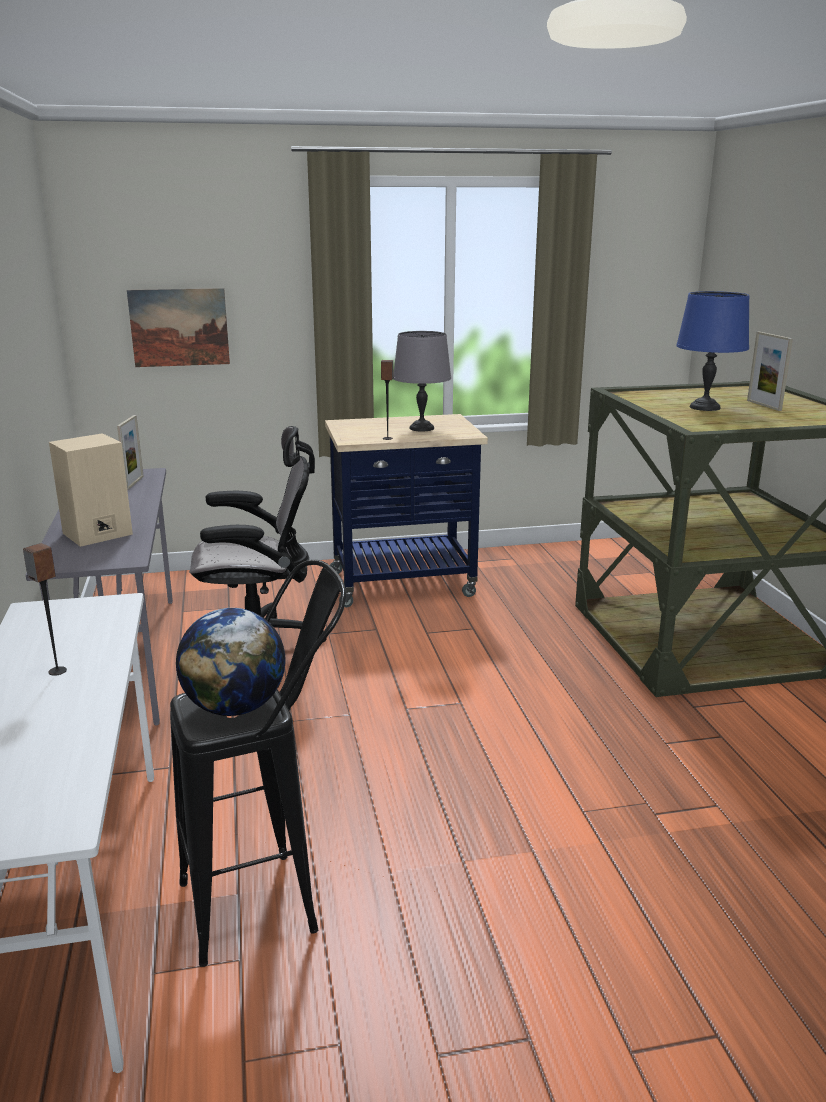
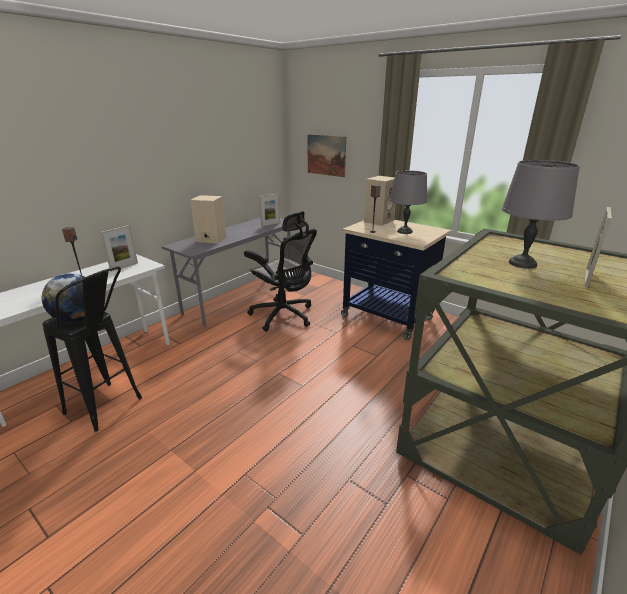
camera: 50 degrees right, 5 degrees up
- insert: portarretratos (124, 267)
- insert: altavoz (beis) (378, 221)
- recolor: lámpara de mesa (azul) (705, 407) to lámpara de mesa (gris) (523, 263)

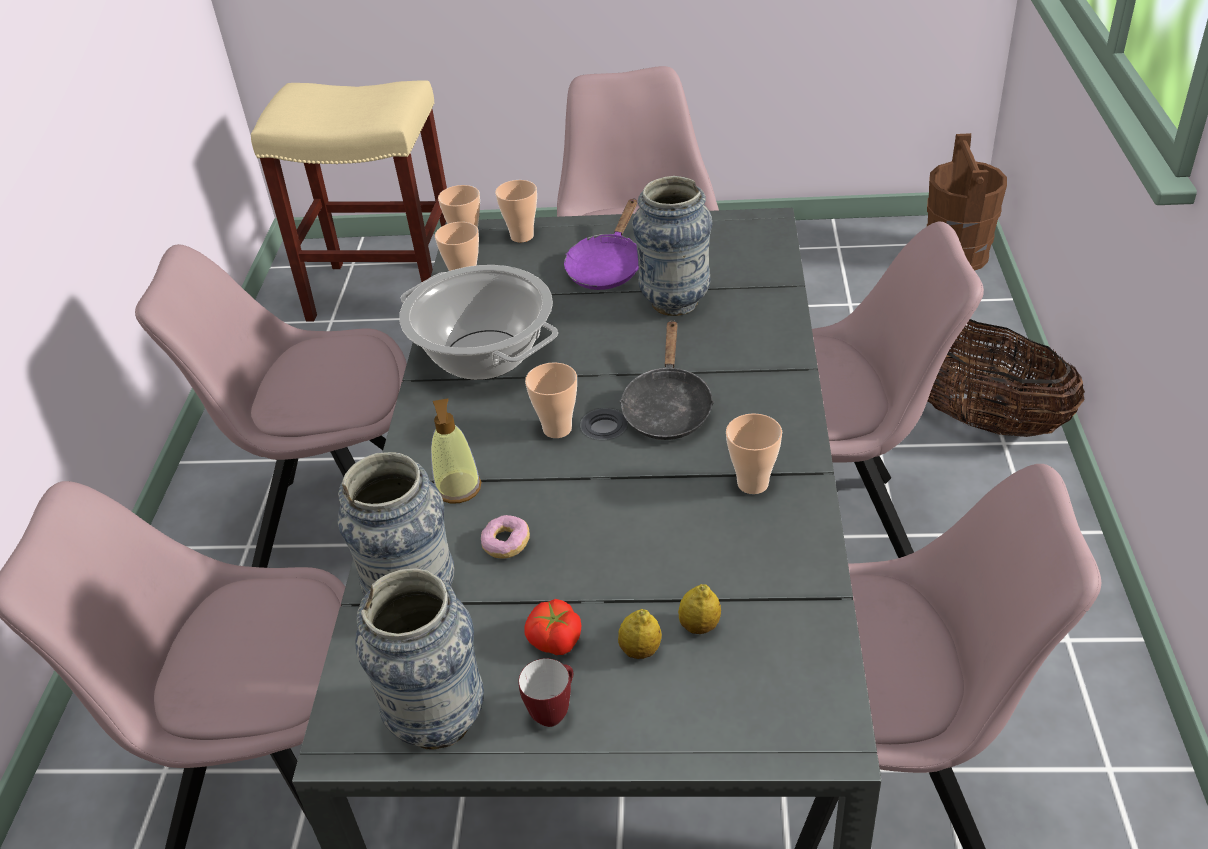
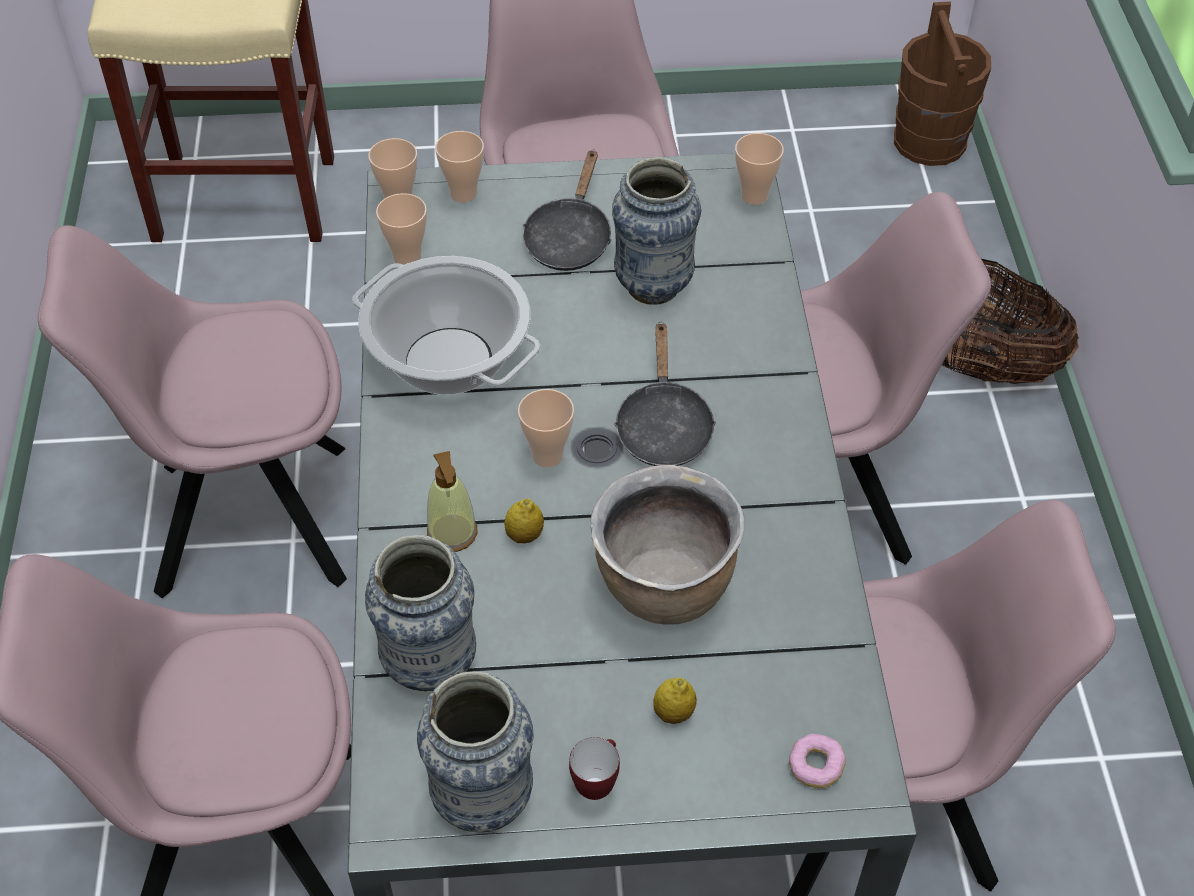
camera: 10 degrees left, 10 degrees up
- delete: tomate (555, 640)
- insert: olla (marrón) (664, 587)
- move: rosquilla (506, 544) to (815, 767)
- move: limón (699, 626) to (524, 535)
- move: taza (753, 483) to (754, 196)
- recolor: sartén (morado) (607, 267) to sartén (negro) (569, 238)

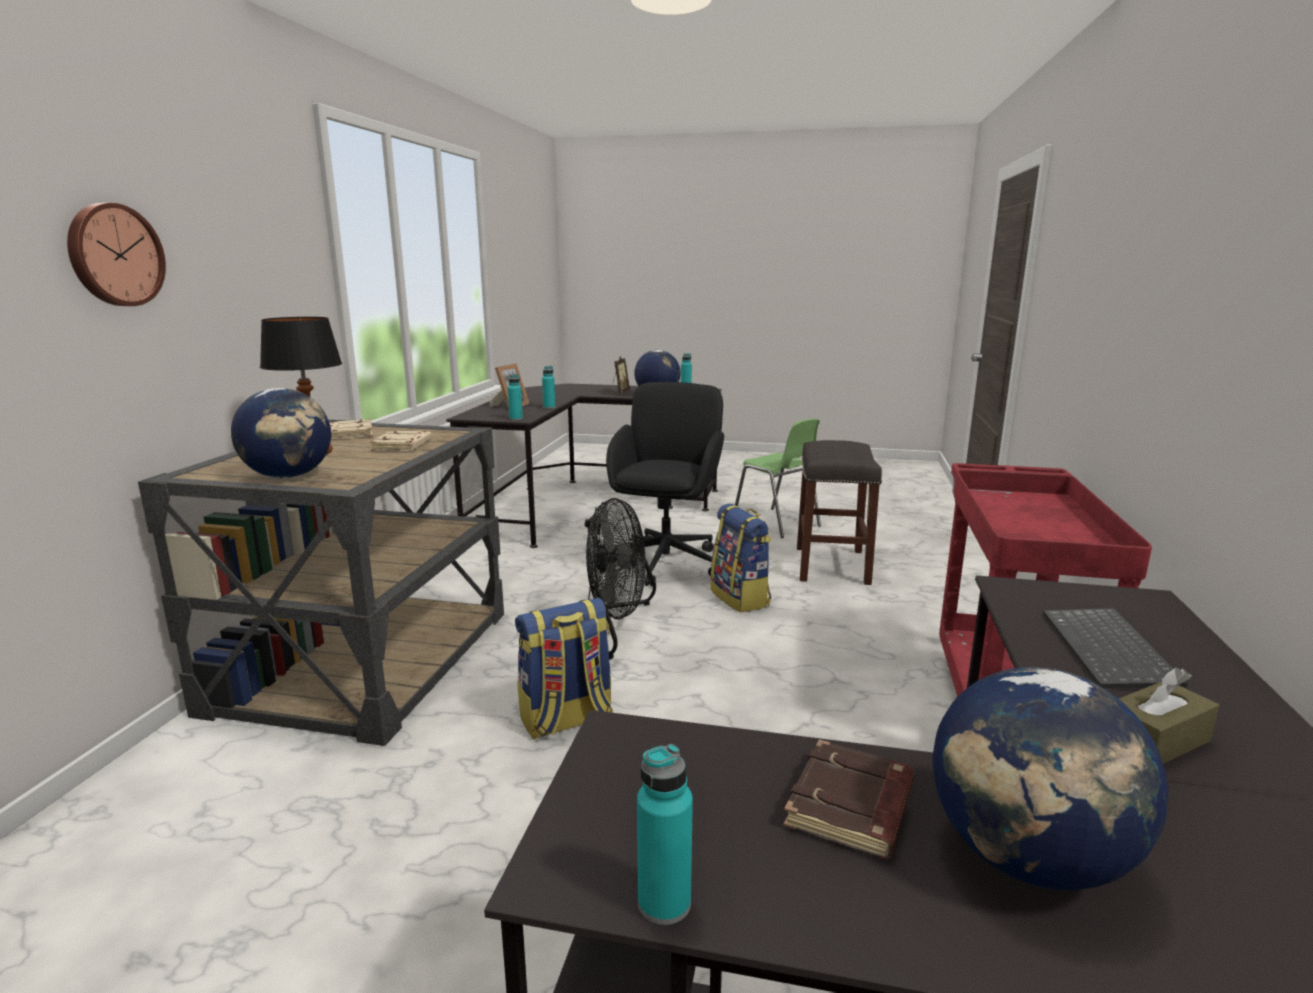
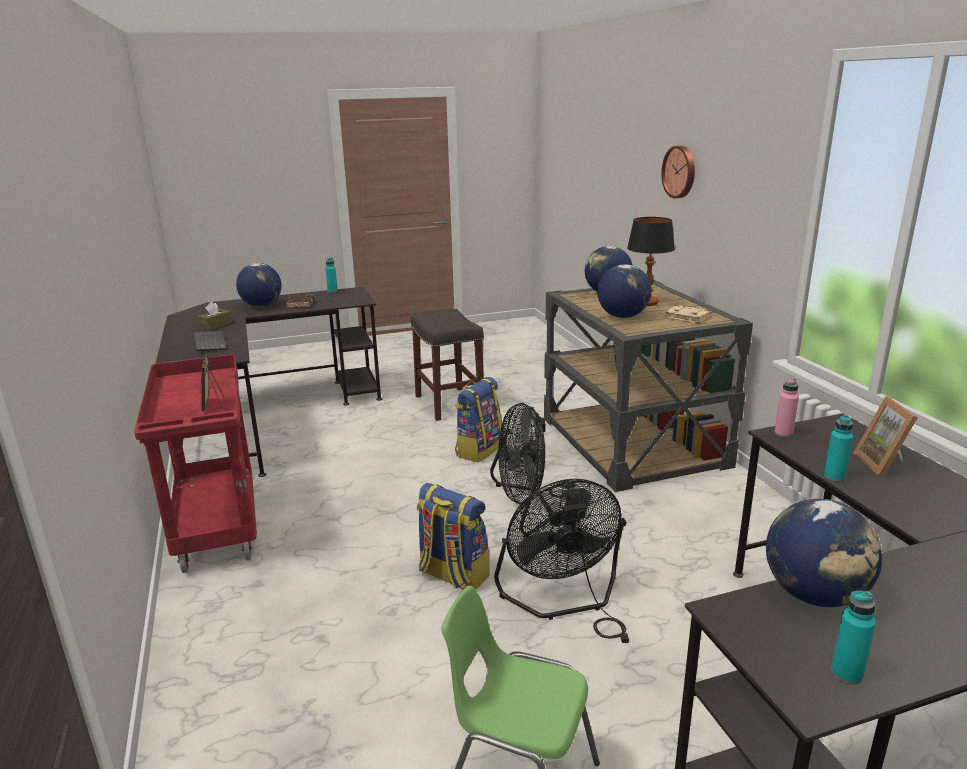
camera: 150 degrees right, 5 degrees up
- move: portarretratos (619, 393) to (213, 405)
- move: taburete (gris) (831, 565) to (450, 404)
- replace: libro (beis) (403, 446) to globo terráqueo (622, 316)
- replace: silla de oficina (negro) (666, 563) to ventilador (negro) (571, 601)
- recolor: botella (turquesa) (516, 419) to botella (rosa) (783, 433)

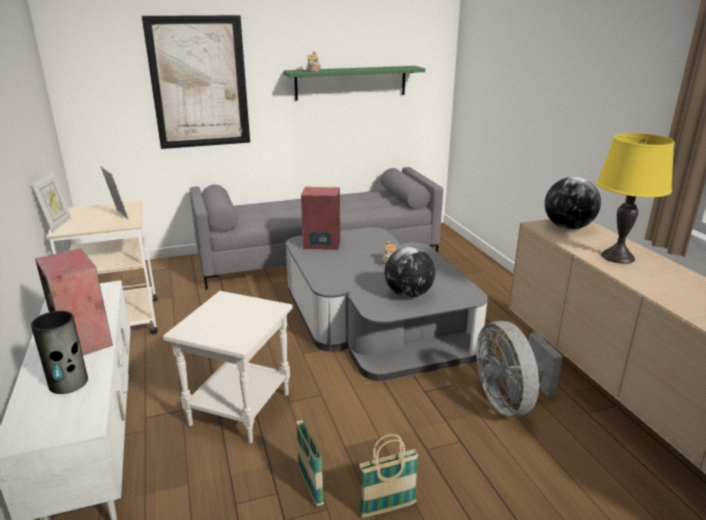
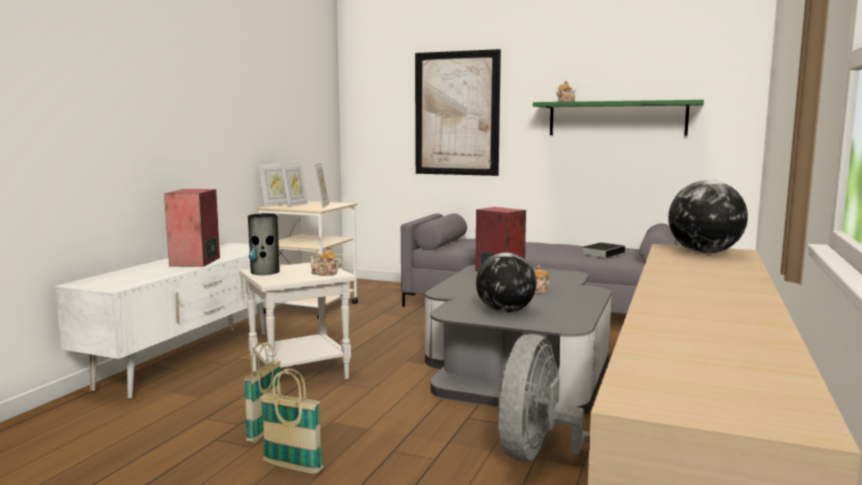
camera: 40 degrees right, 15 degrees down
- delete: lámpara de mesa (amarillo) (617, 257)
- insert: portarretratos (295, 205)
- insert: tetera (324, 273)
- insert: libro (603, 253)
- move: florero (69, 383) to (265, 272)

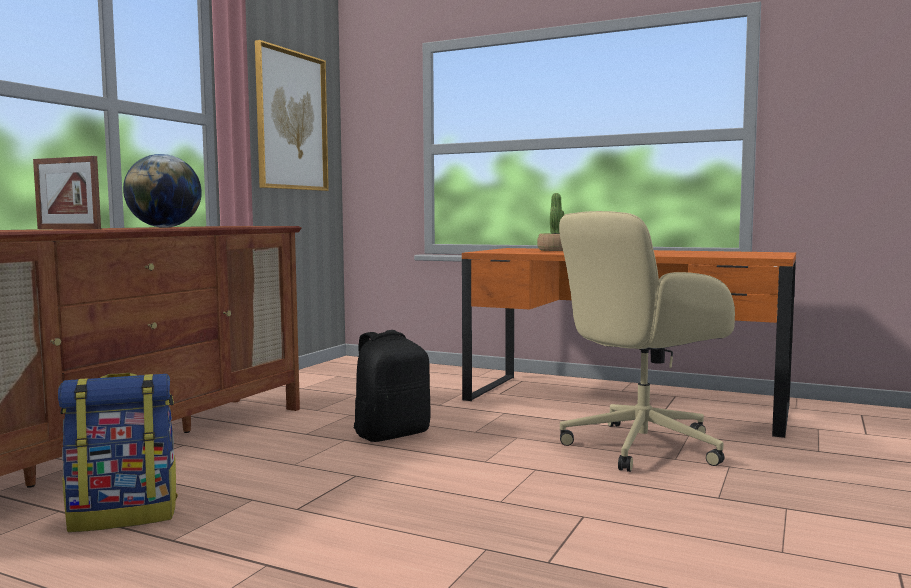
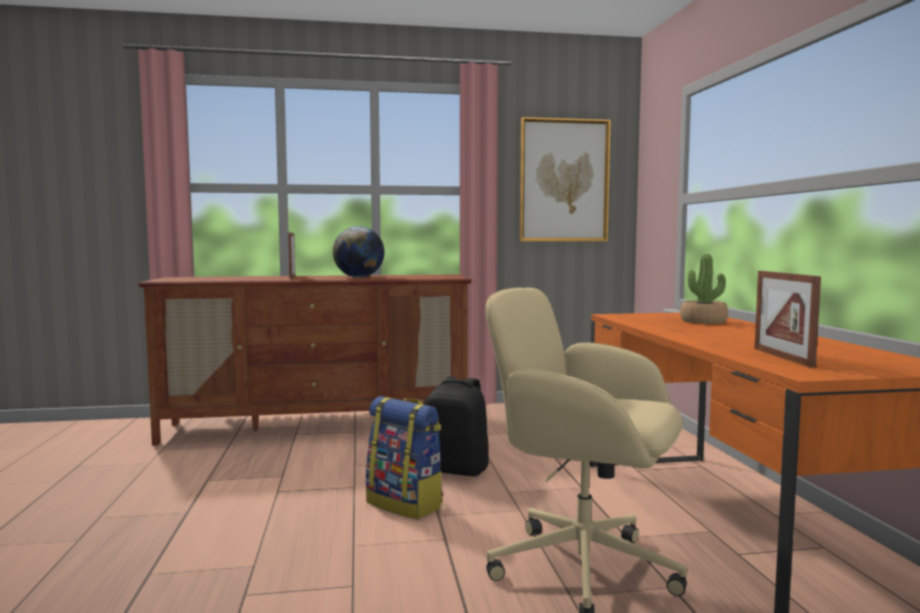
camera: 55 degrees right, 0 degrees up
- insert: portarretratos (782, 357)
- move: mochila (125, 515) to (406, 504)

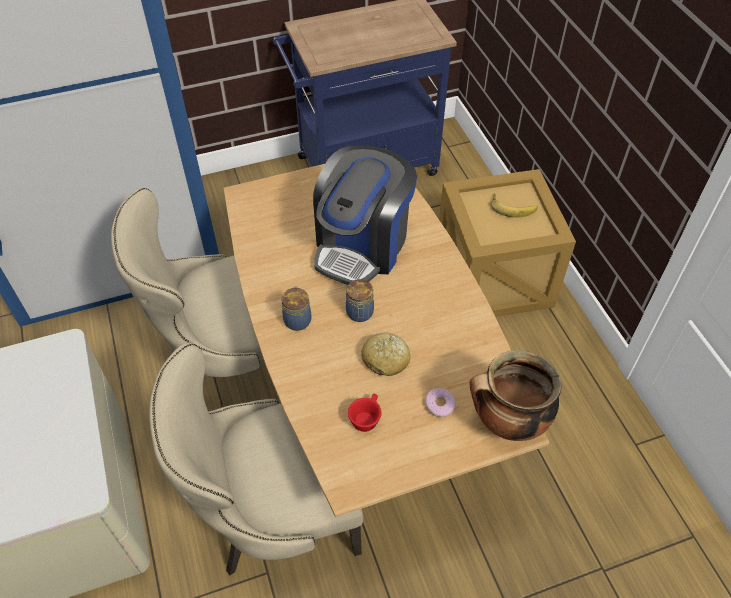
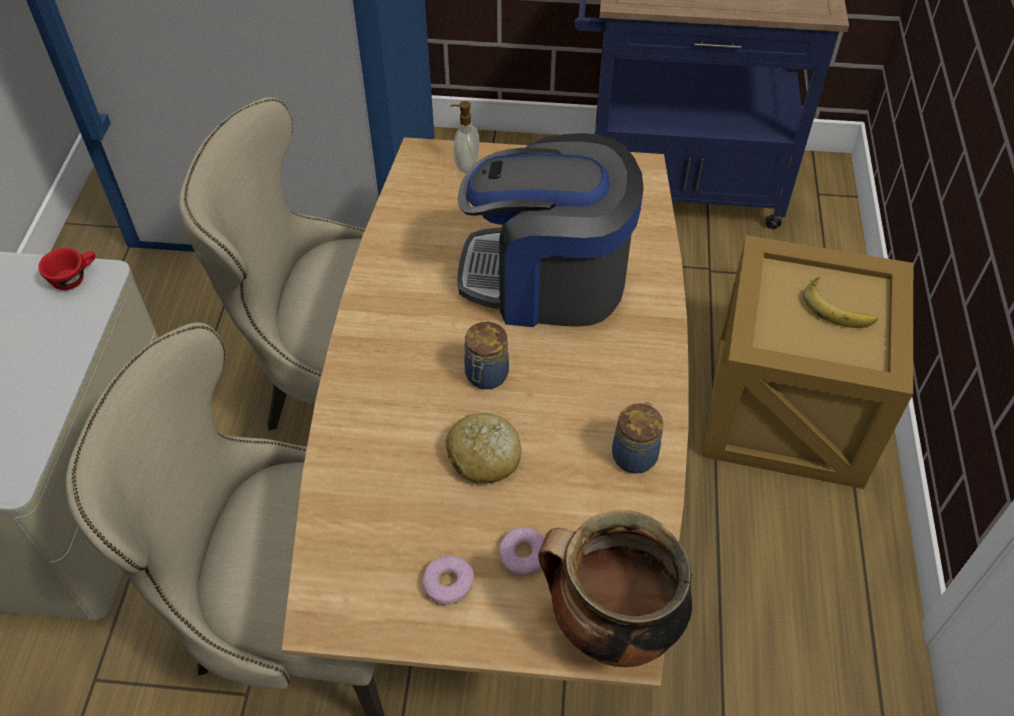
camera: 25 degrees right, 0 degrees up
- insert: rosquilla (448, 583)
- insert: dispensador de jabón (466, 165)
- move: tarro (297, 319) to (635, 454)
- move: taza (rojo) (366, 418) to (74, 277)
- rotate: cafetera (362, 245) = (547, 280) 45 degrees clockwise

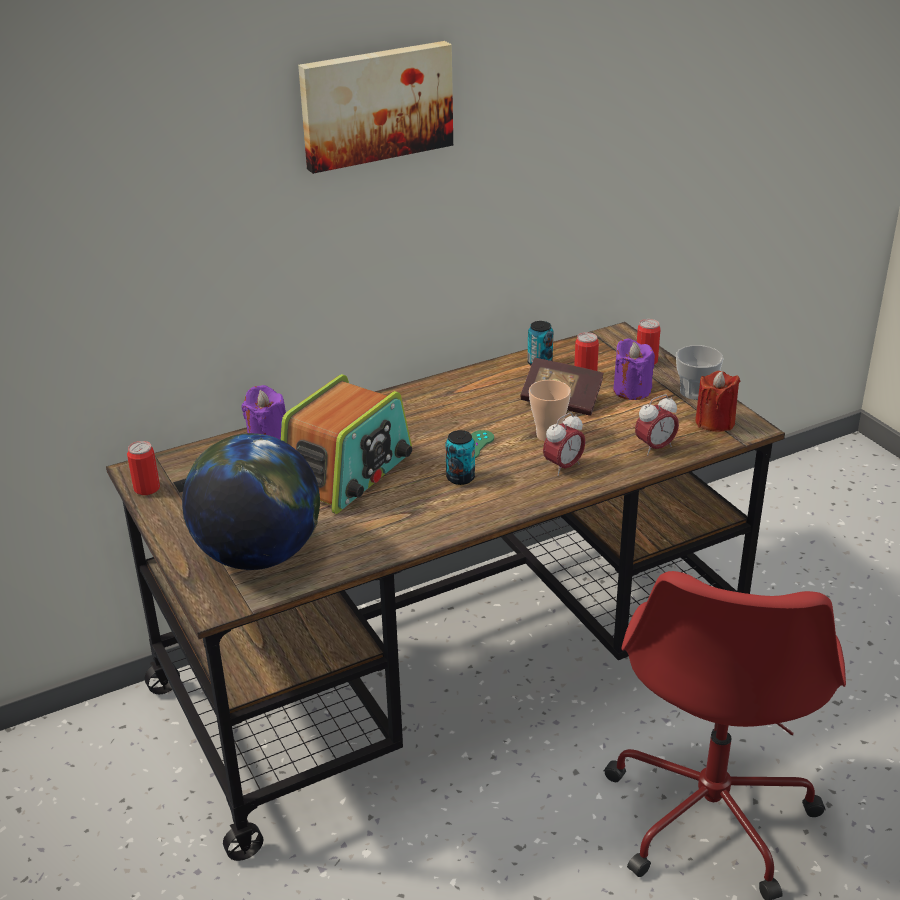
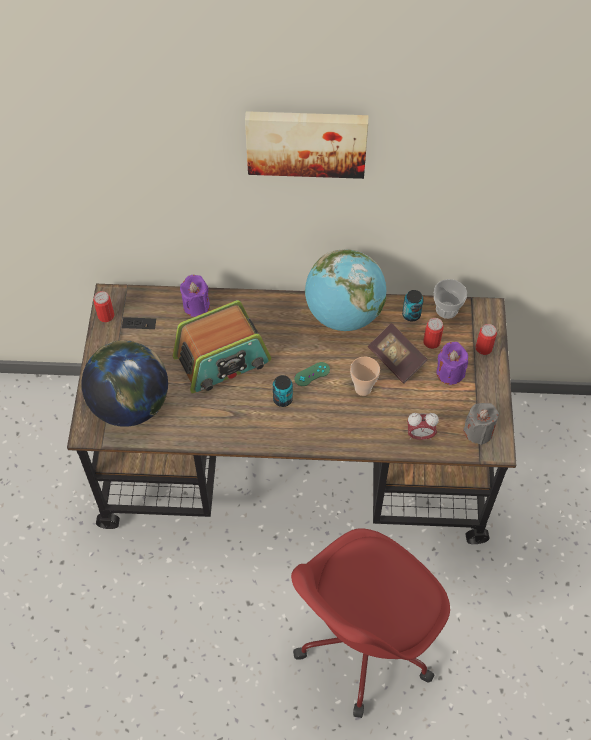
camera: 30 degrees right, 25 degrees up
- delete: despertador (563, 467)
- insert: globo terráqueo (344, 314)
- move: taza (695, 392) to (446, 309)
- recolor: vela (rojo) (715, 422) to vela (gris) (478, 431)

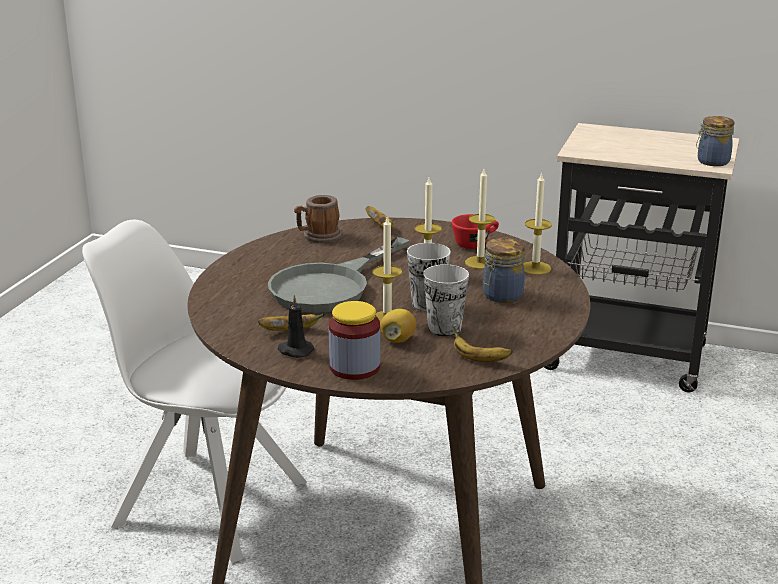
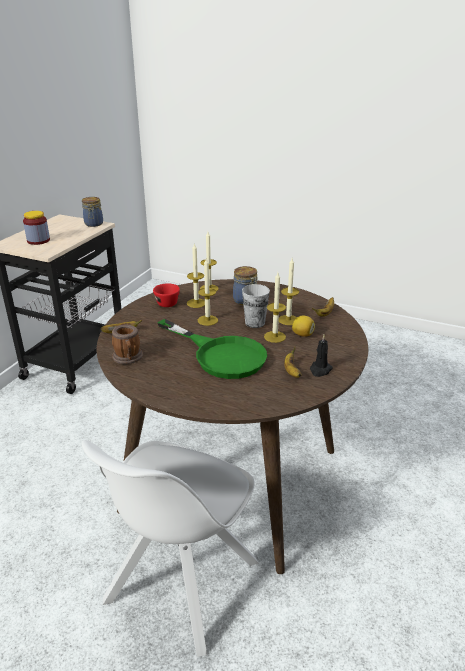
camera: 85 degrees left, 5 degrees up
- move: tarro (354, 367) to (38, 240)
- replace: taza (444, 329) to vela (288, 320)
- recolor: sartén (gris) (331, 285) to sartén (verde) (221, 355)

